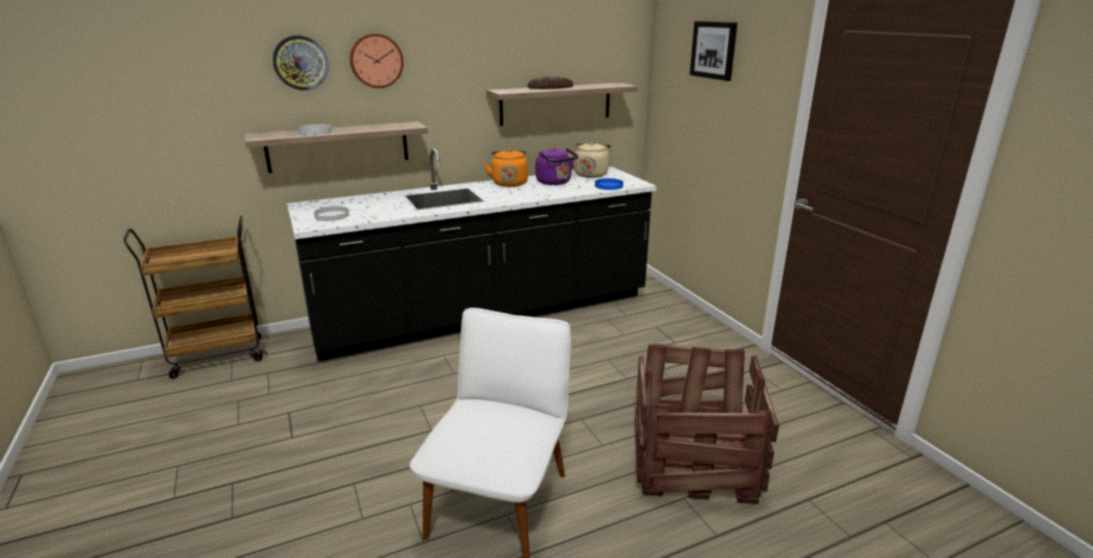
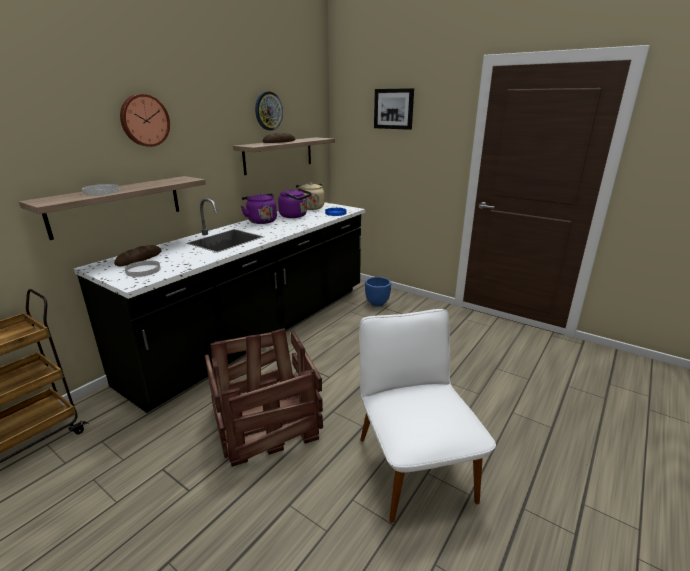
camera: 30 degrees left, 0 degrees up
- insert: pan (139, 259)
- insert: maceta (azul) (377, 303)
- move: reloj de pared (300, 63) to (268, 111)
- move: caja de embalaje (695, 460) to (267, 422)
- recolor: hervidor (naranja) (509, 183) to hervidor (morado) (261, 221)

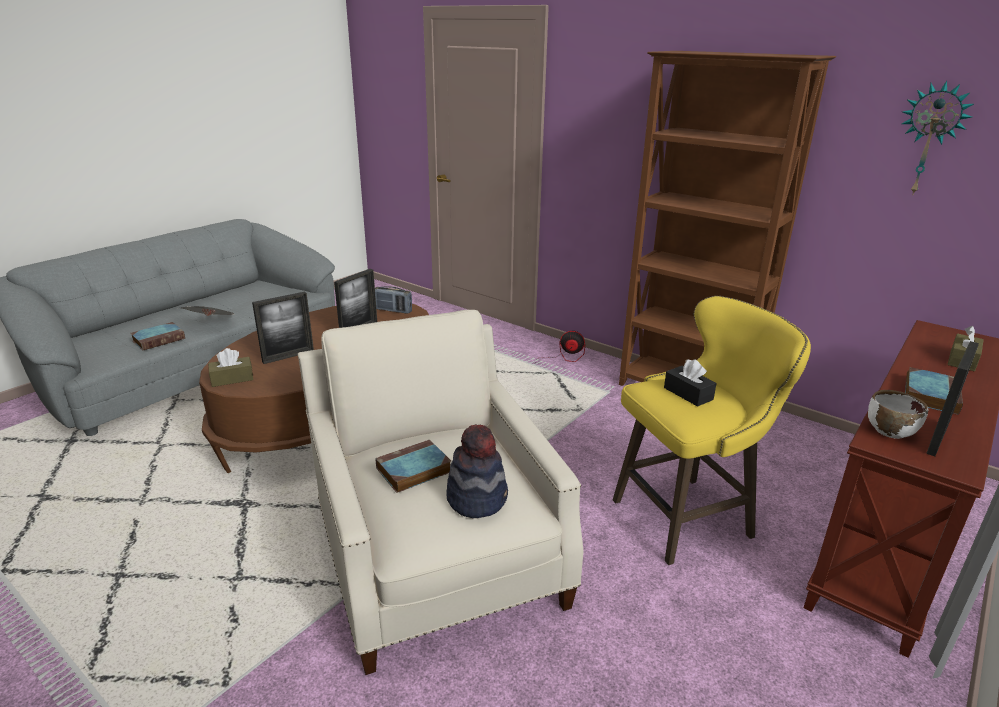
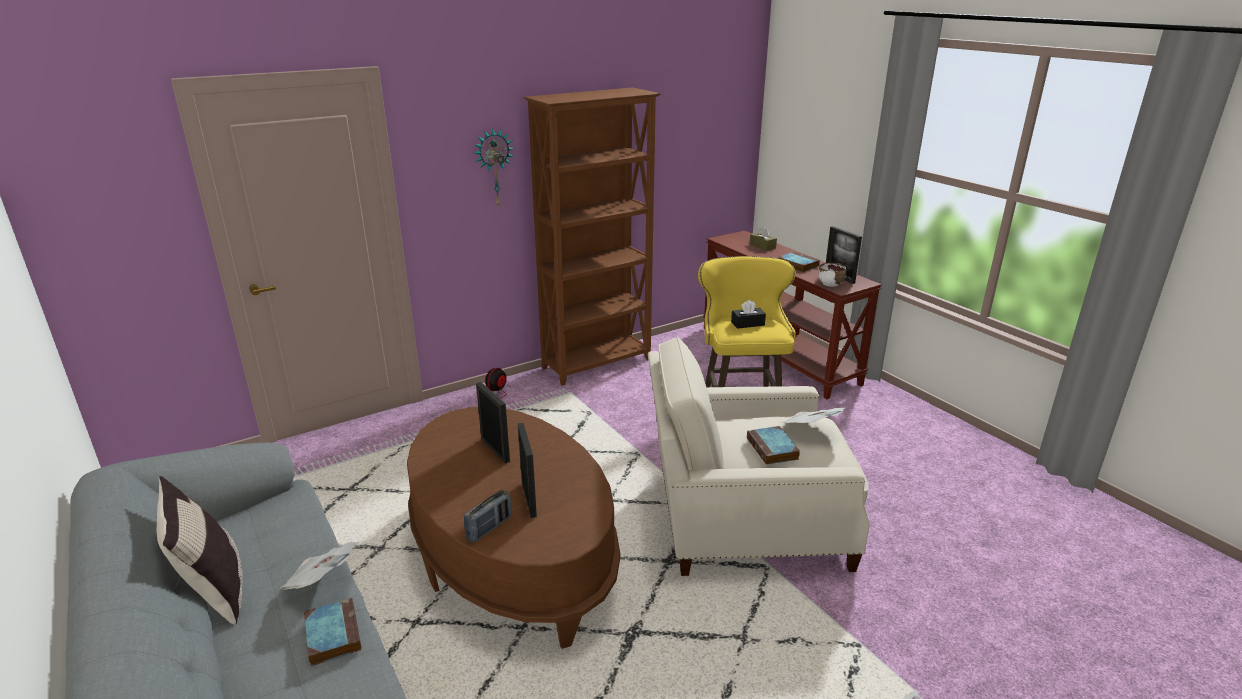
camera: 70 degrees left, 0 degrees up
- delete: caja de pañuelos (marrón) (232, 379)
- insert: cojín (214, 591)
- move: radio (393, 310) to (489, 528)
- move: reloj de pared (929, 139) to (494, 167)
- replace: sombrero (477, 498) to periódico (811, 429)

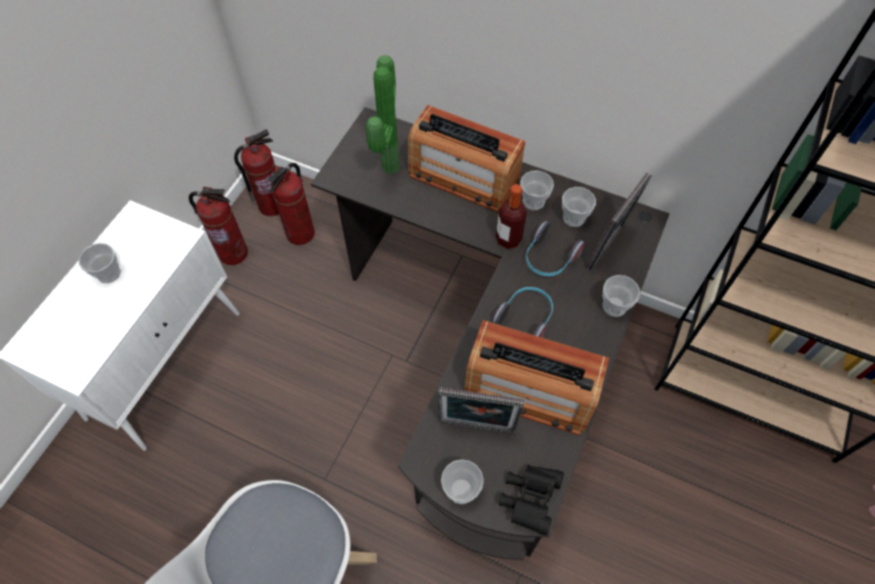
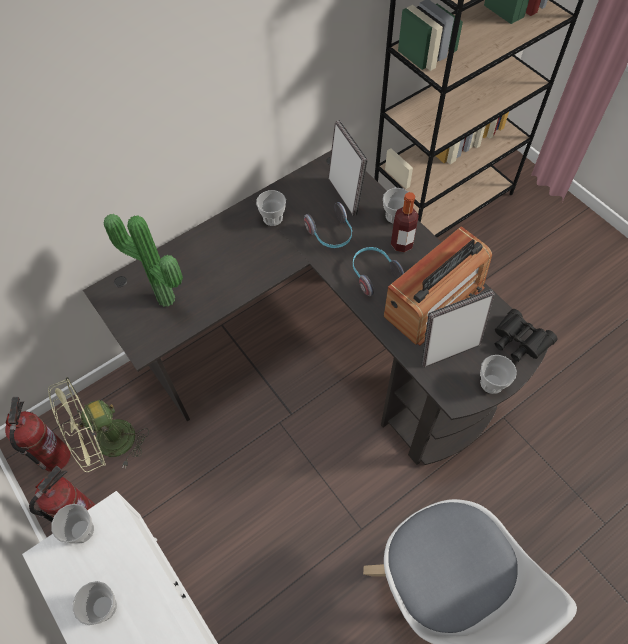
camera: 60 degrees left, 0 degrees up
- delete: radio (463, 177)
- move: botella (508, 239) to (402, 244)
- move: taza (574, 218) to (81, 530)
- replace: extintor (301, 234) to ventilador (verde) (107, 445)
- rotate: portarretratos (476, 430) = (448, 350) 150 degrees counterclockwise

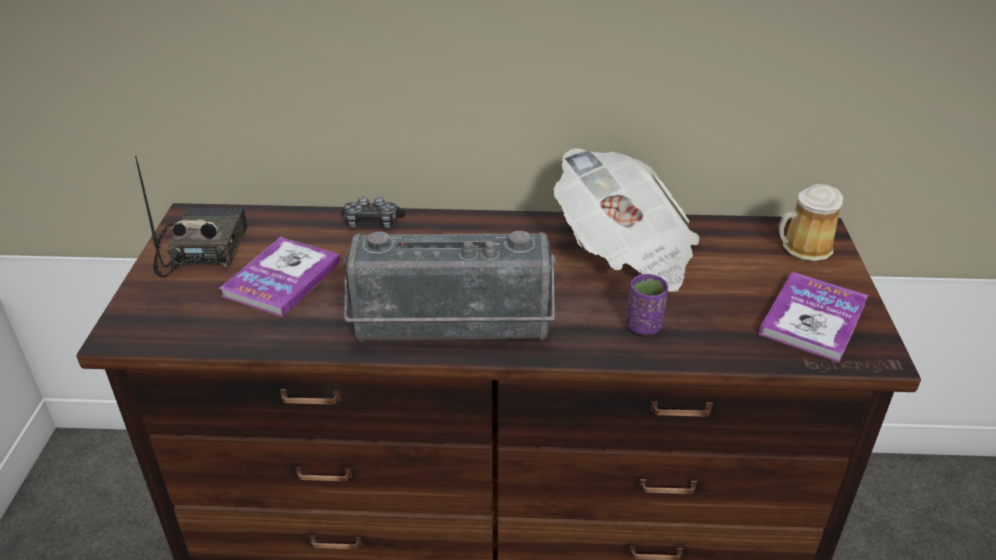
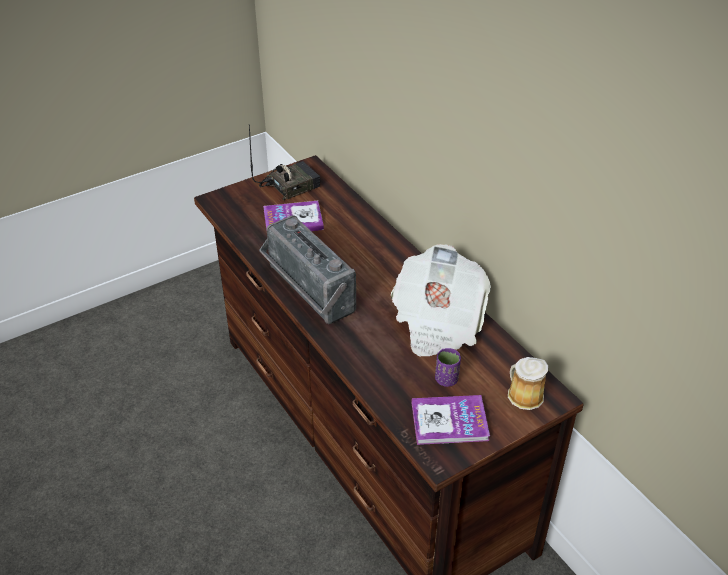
camera: 55 degrees right, 5 degrees up
- delete: mando de consola (372, 222)
- move: taza (morado) (643, 326) to (446, 379)

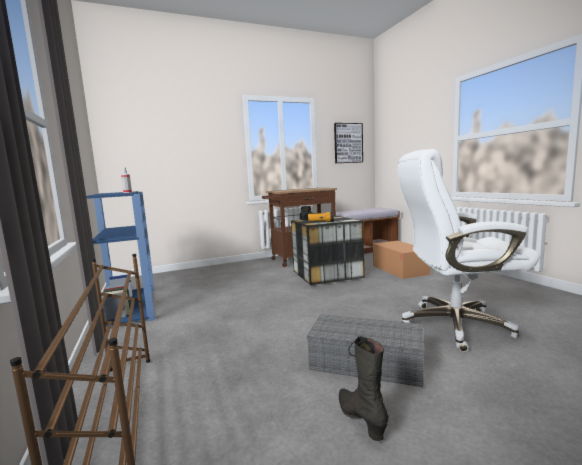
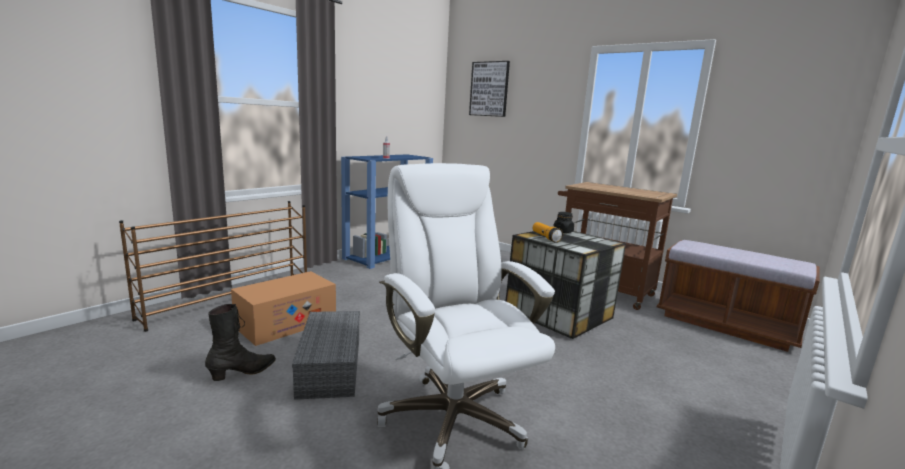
camera: 60 degrees right, 5 degrees up
- move: cuadro (348, 143) to (489, 89)
- move: caja de cartón (399, 270) to (286, 323)

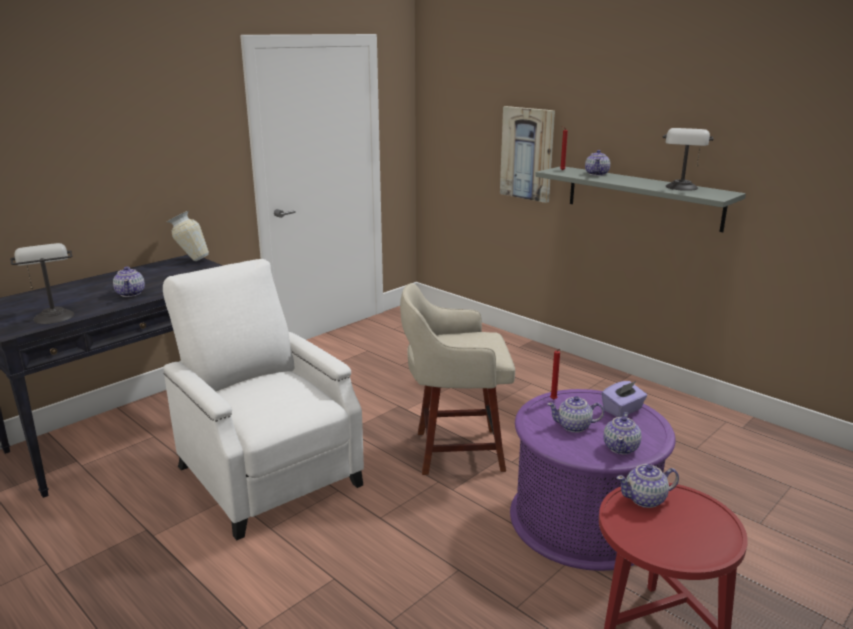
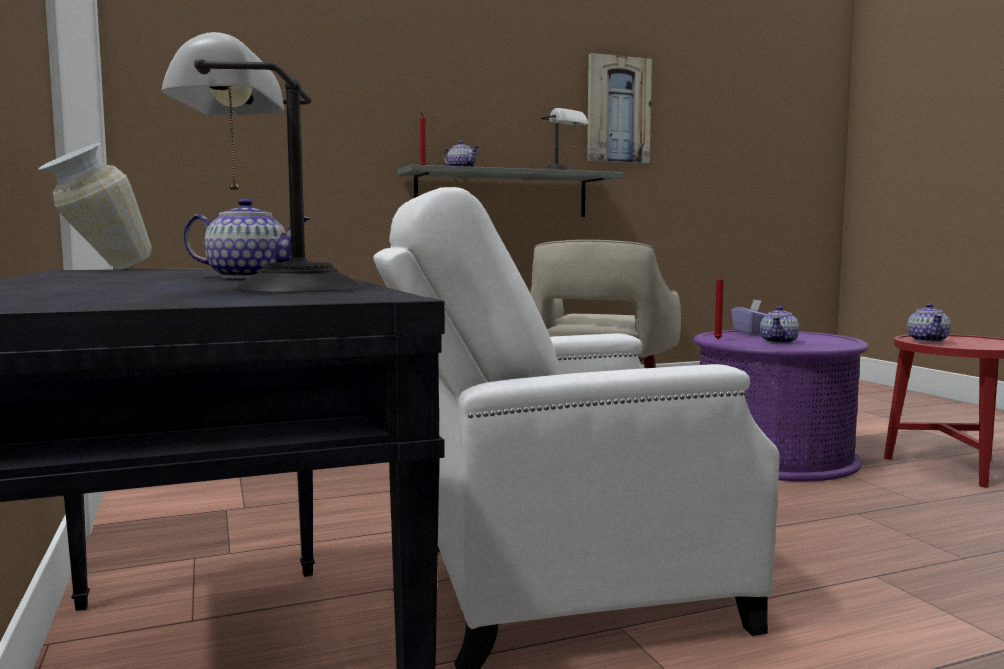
camera: 65 degrees left, 15 degrees down
- delete: tetera (621, 447)
- move: cuadro (527, 153) to (618, 110)

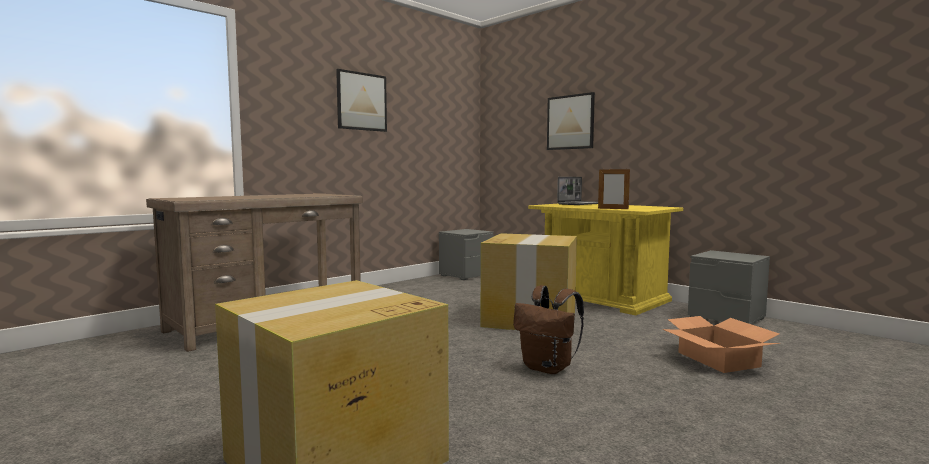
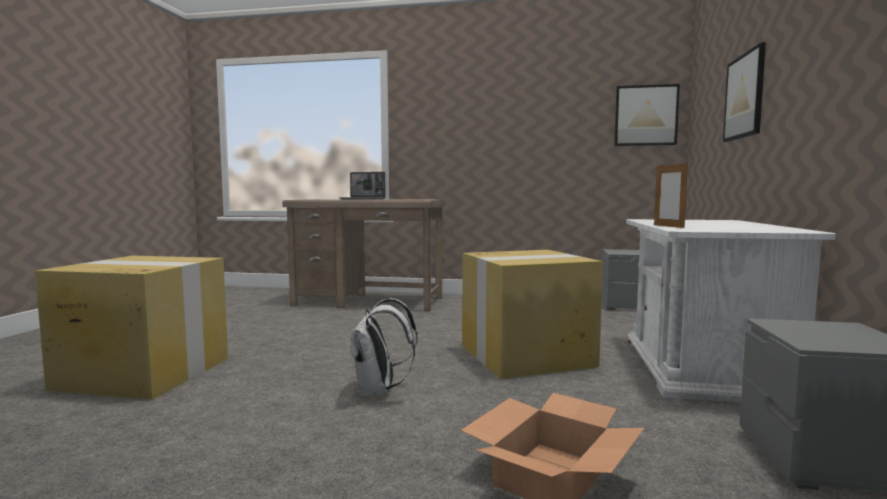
camera: 55 degrees right, 0 degrees up
- move: cuadro (361, 101) to (646, 115)
- move: portátil (579, 204) to (363, 199)
- recolor: mochila (marrón) (548, 368) to mochila (blanco) (379, 391)
- recolor: armario (amarillo) (601, 297) to armario (blanco) (701, 367)

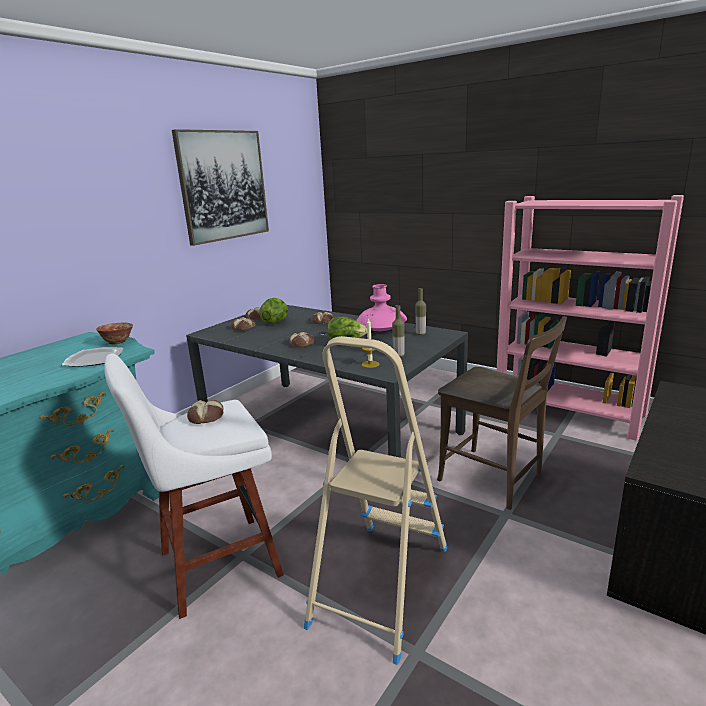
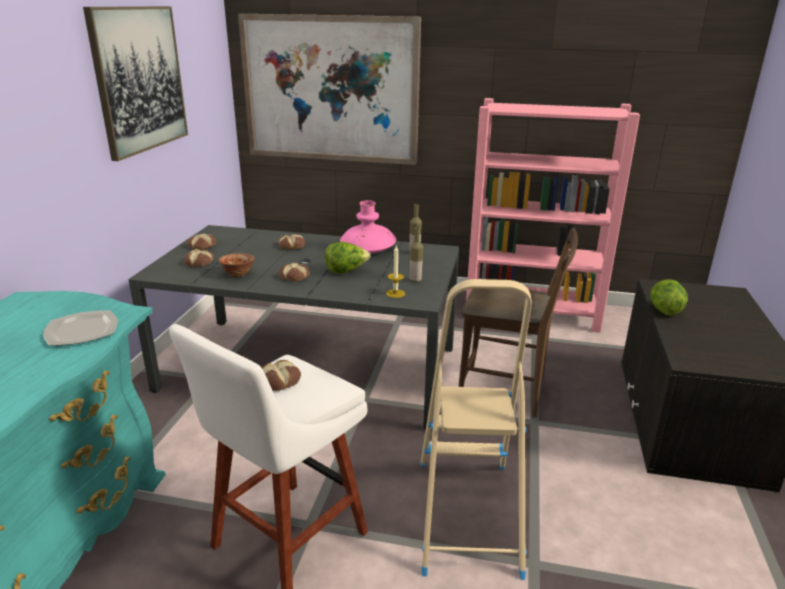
camera: 25 degrees left, 5 degrees up
- insert: cuadro (331, 89)
- move: cuenco (117, 342) to (238, 274)
- move: lechuga (276, 322) to (664, 311)

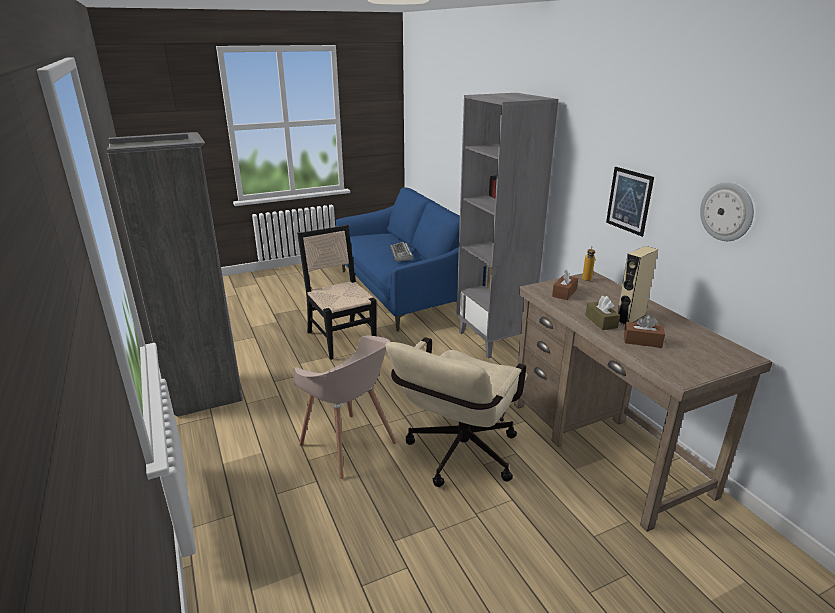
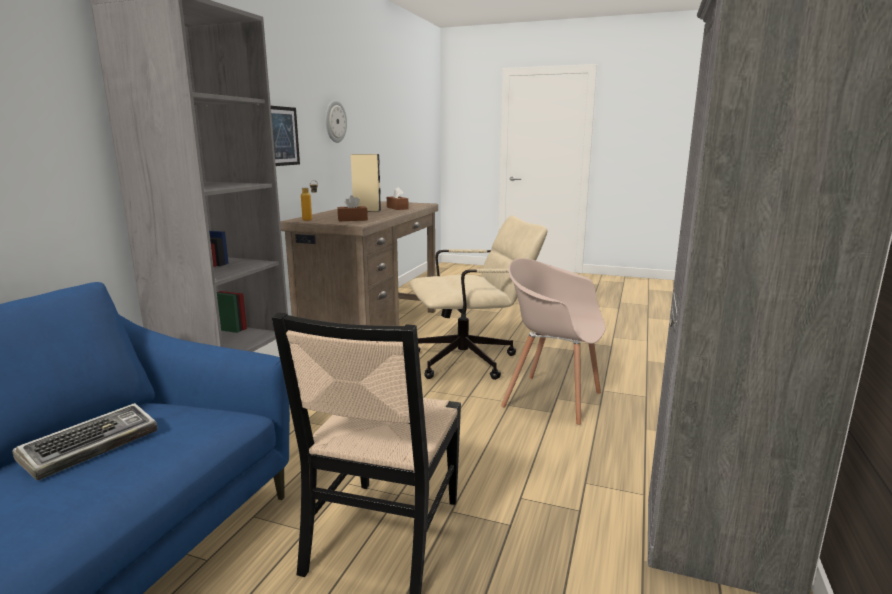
camera: 135 degrees left, 10 degrees down
- delete: caja de pañuelos (marrón) (601, 321)
- rotate: silla (beis) (348, 445) = (550, 399) 60 degrees counterclockwise

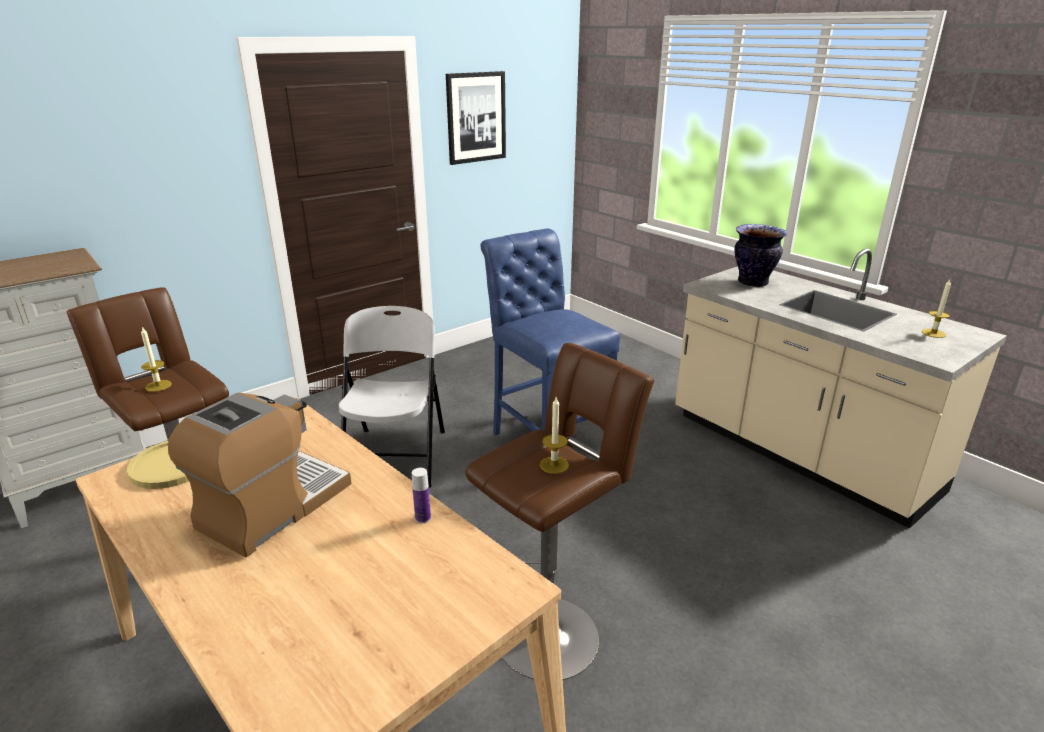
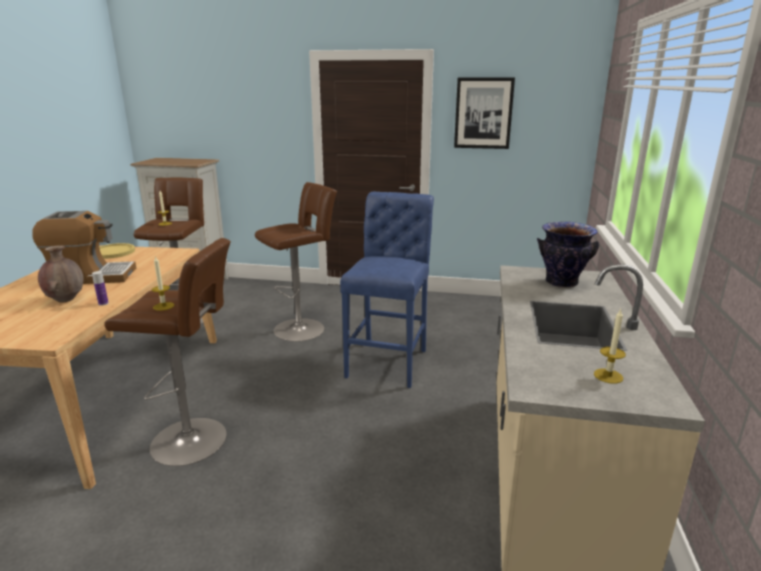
camera: 50 degrees right, 5 degrees down
- insert: florero (marrón) (66, 299)
- replace: silla (blanco) (395, 457) to taburete (marrón) (302, 328)

